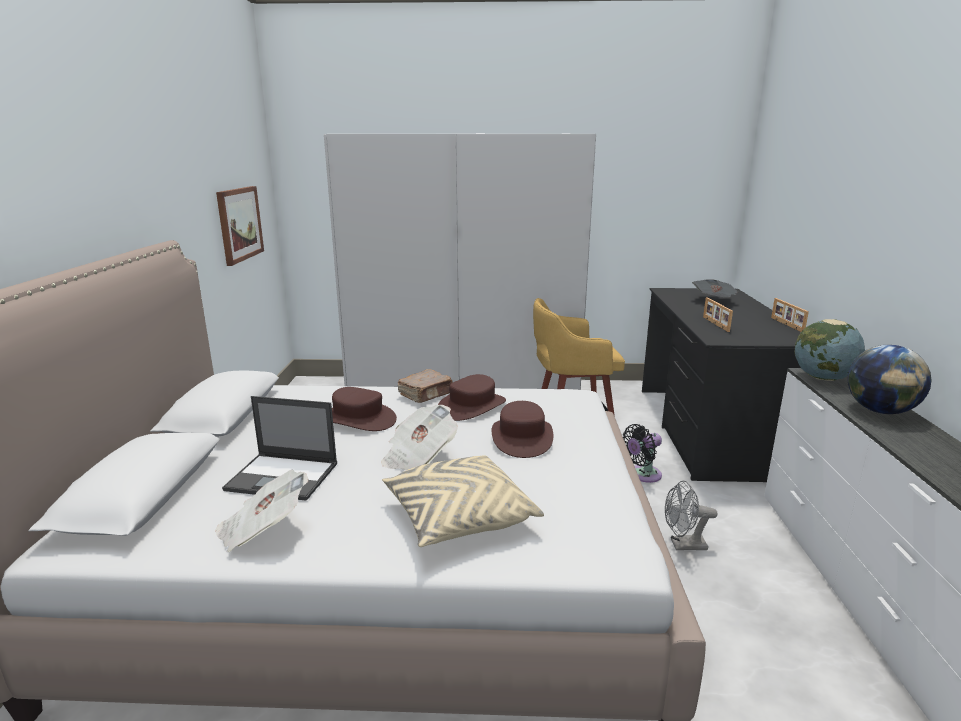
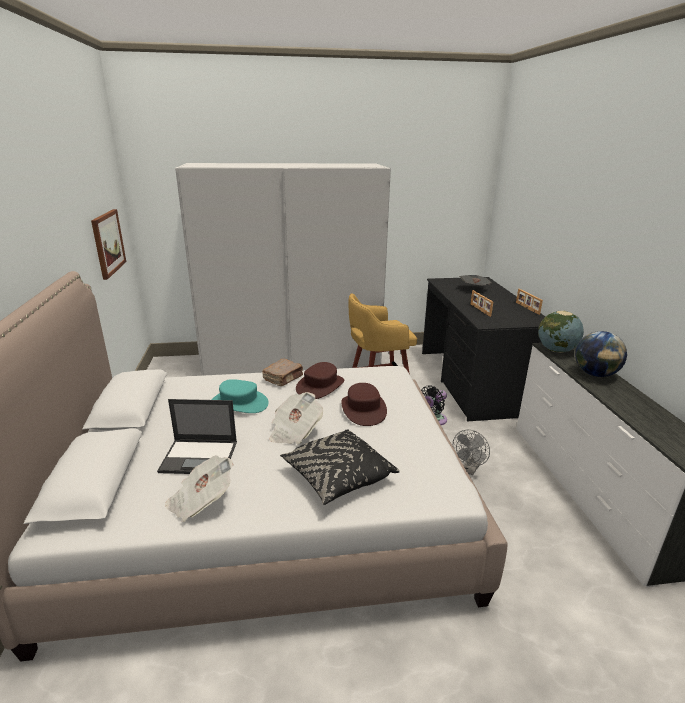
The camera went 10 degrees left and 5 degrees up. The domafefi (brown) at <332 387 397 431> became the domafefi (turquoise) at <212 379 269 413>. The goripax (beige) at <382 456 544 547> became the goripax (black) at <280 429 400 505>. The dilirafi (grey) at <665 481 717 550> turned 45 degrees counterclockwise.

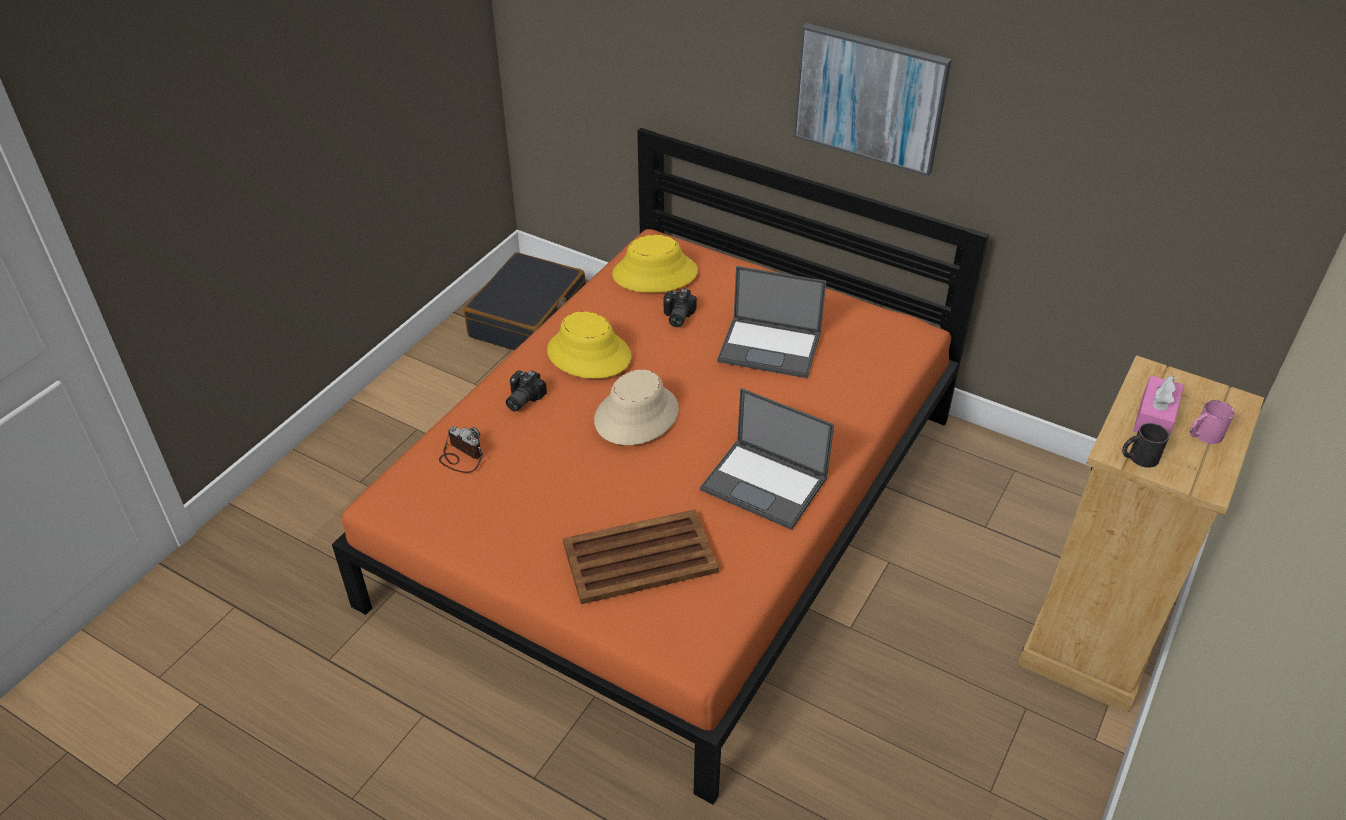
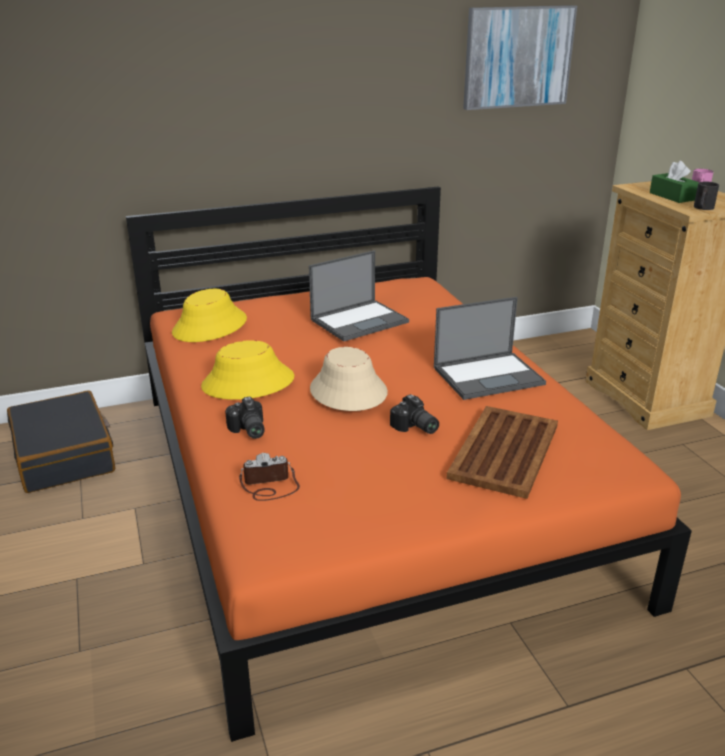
The camera went 50 degrees left and 15 degrees down. The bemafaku moved from <664 288 697 327> to <390 394 439 434>. The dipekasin moved from <793 23 952 176> to <463 5 577 110>. The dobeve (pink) at <1133 375 1184 435> became the dobeve (green) at <650 161 699 203>.

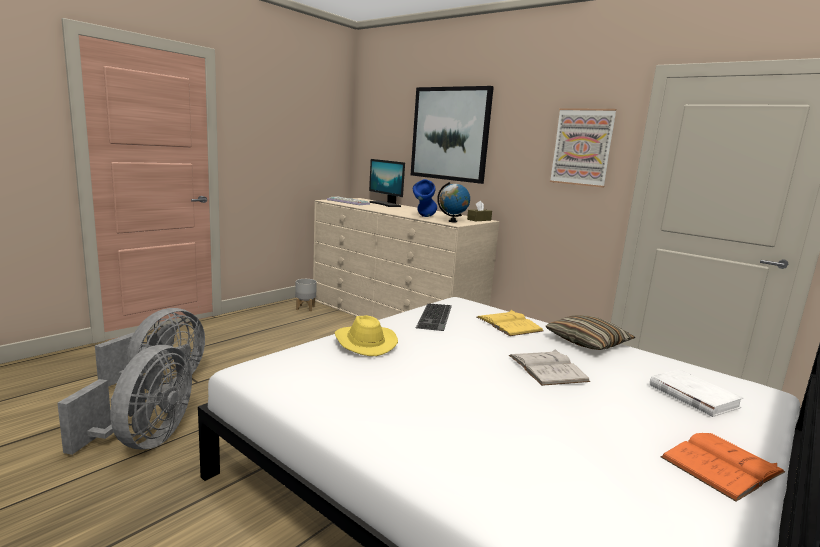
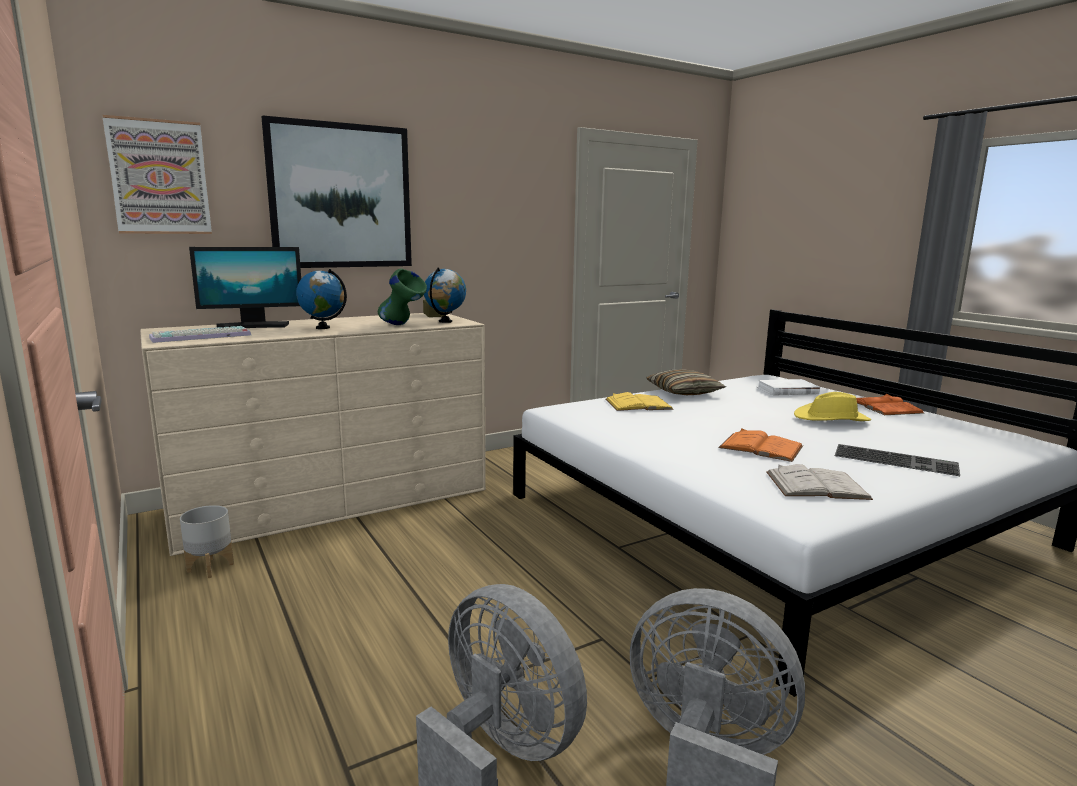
The camera went 70 degrees left and 0 degrees up. The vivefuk at <296 269 347 329> appeared. The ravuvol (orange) at <718 428 803 462> appeared. The domafefi (yellow) moved from <334 315 398 356> to <794 392 871 421>. The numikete moved from <416 304 452 331> to <835 444 960 476>. The ravuvol (white) moved from <509 349 591 386> to <766 464 873 500>. The dipekasin moved from <550 108 617 187> to <102 115 212 234>. The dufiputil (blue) at <413 179 437 217> became the dufiputil (green) at <378 268 427 325>.

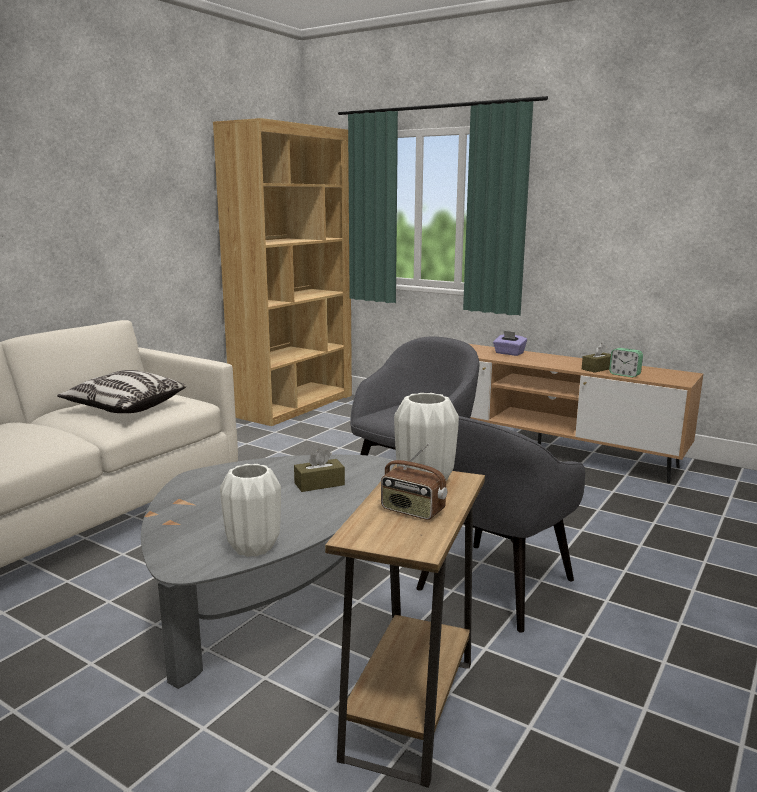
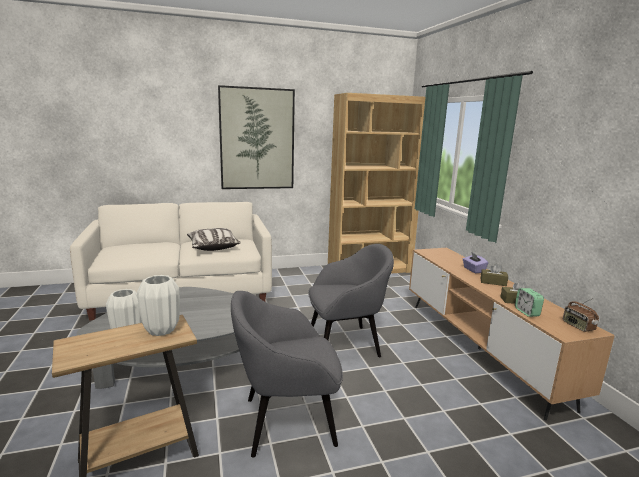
The camera went 40 degrees right and 0 degrees up. The dipekasin at <218 85 295 189> appeared. The dobeve (brown) moved from <294 448 345 492> to <480 263 508 286>. The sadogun moved from <381 444 447 520> to <563 298 599 332>.

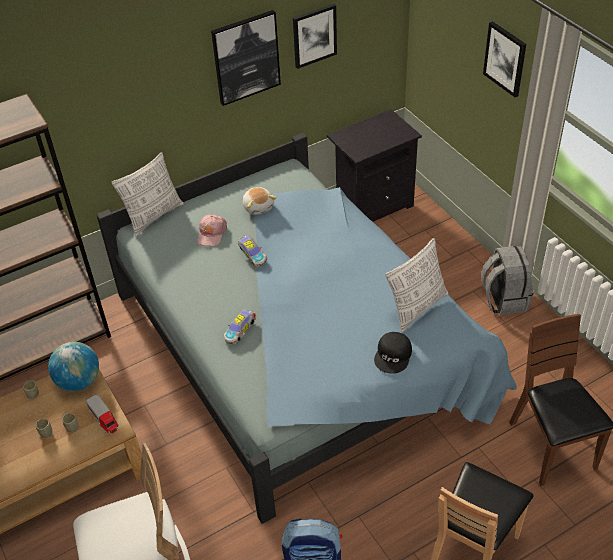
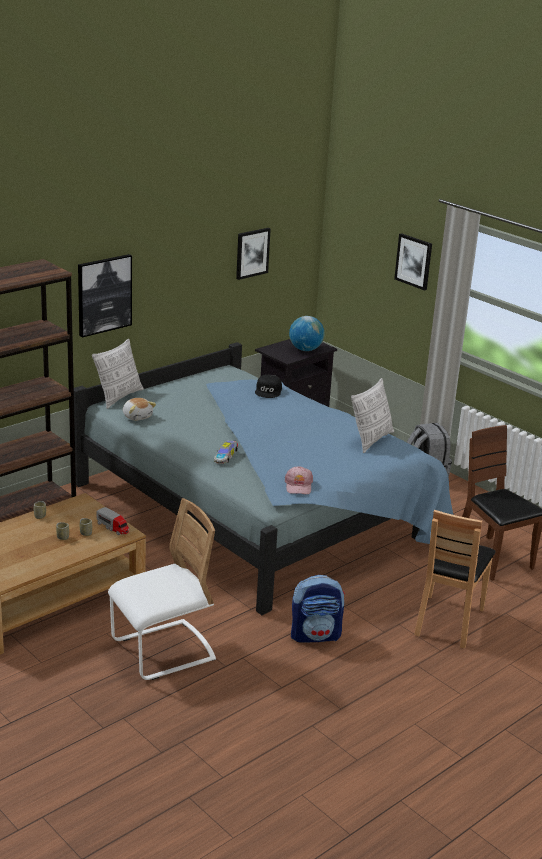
The camera went 15 degrees left and 20 degrees down. The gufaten at <238 235 267 266> disappeared. The vivefuk moved from <48 342 99 391> to <289 316 325 351>. The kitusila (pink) moved from <197 214 227 246> to <285 466 313 494>. The dipekasin moved from <211 10 281 106> to <78 254 132 338>. The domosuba moved from <243 187 276 215> to <123 398 156 421>. The kitusila (black) moved from <374 332 412 374> to <255 374 282 398>.

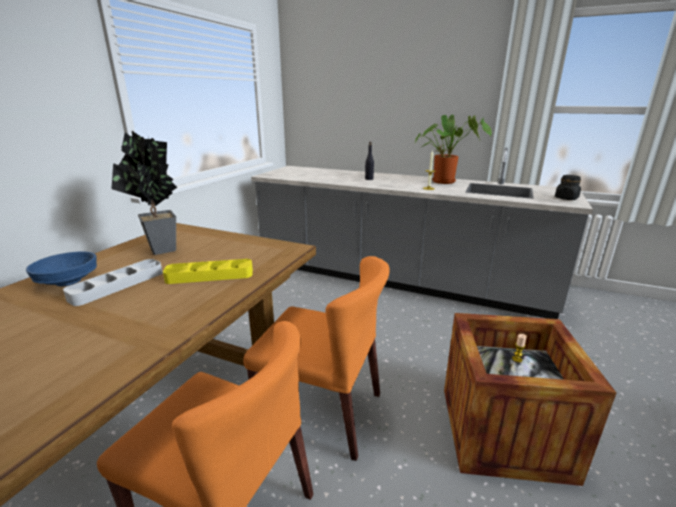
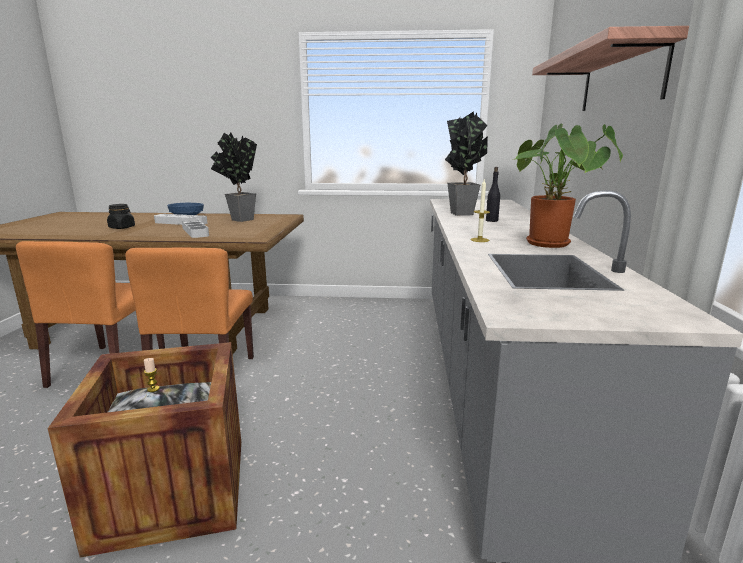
The camera went 70 degrees right and 5 degrees down. The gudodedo at <445 111 488 216> appeared. The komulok at <532 26 689 111> appeared. The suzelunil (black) moved from <555 175 581 200> to <107 204 135 229>. The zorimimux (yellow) at <163 259 253 284> became the zorimimux (grey) at <182 219 209 238>.

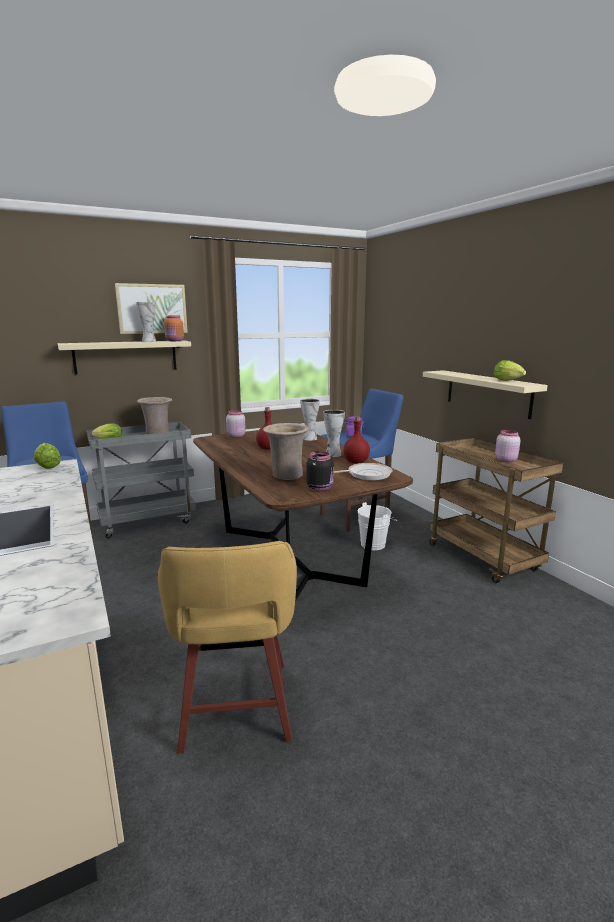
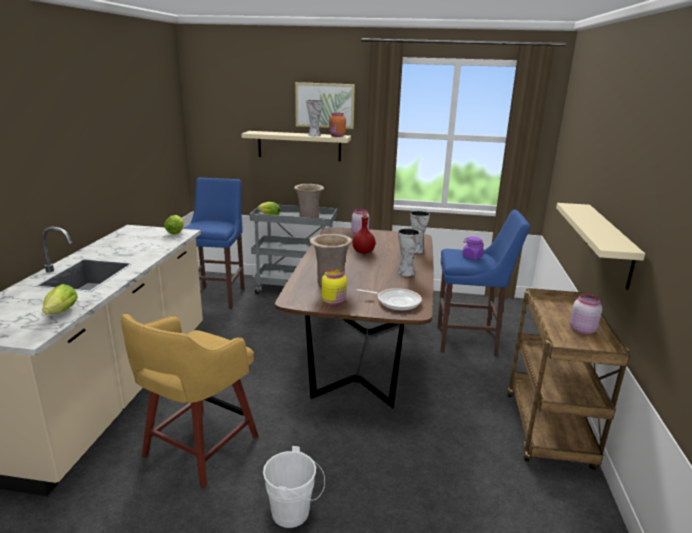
The camera went 35 degrees right and 5 degrees up. The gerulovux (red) at <343 417 370 464> disappeared. The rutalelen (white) moved from <357 502 396 550> to <263 446 325 528>. The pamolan moved from <494 360 526 381> to <42 284 78 315>. The suzelunil (black) at <306 451 334 491> became the suzelunil (yellow) at <321 268 347 306>.

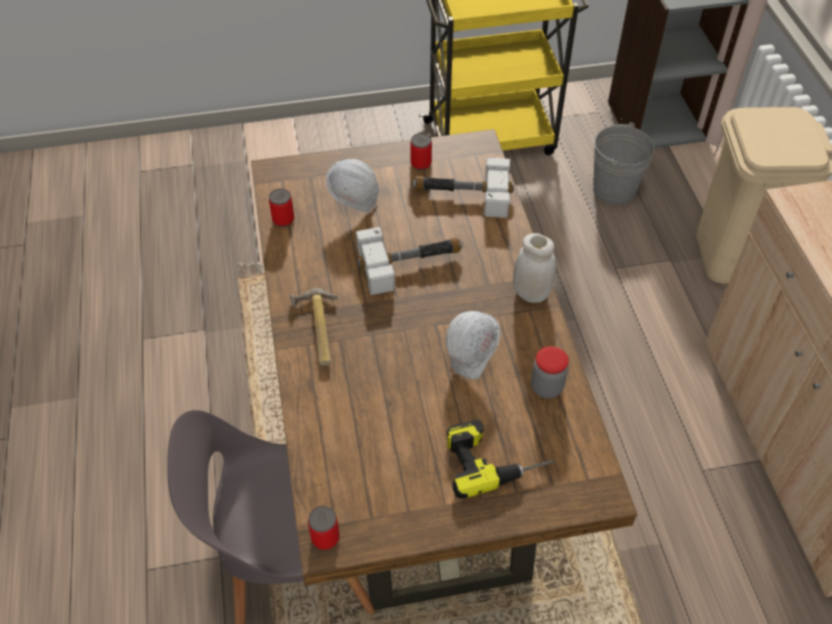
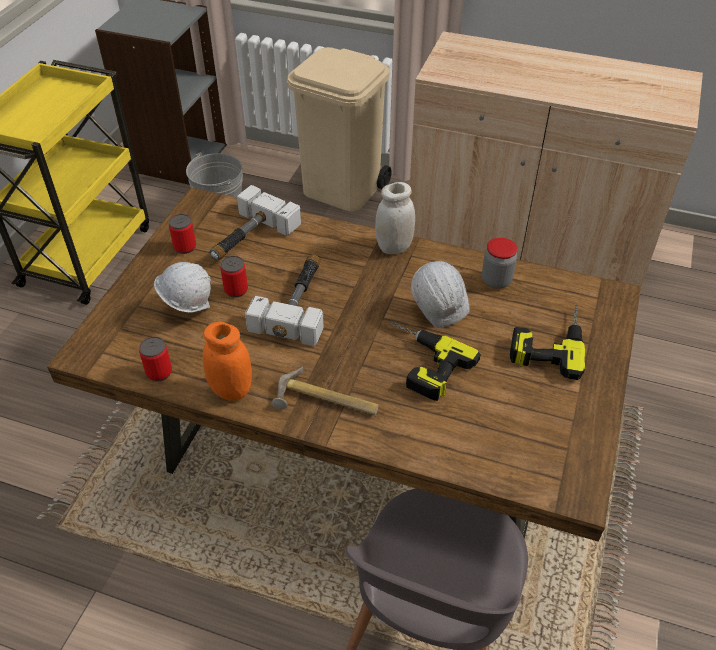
The camera went 60 degrees left and 5 degrees down. The suzelunil (orange) at <203 322 252 401> appeared. The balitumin at <390 322 481 401> appeared. The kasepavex moved from <308 506 340 550> to <220 256 248 297>.

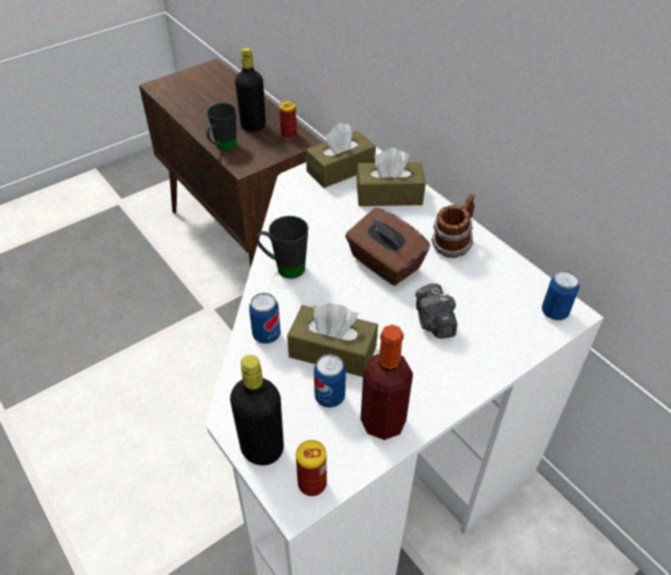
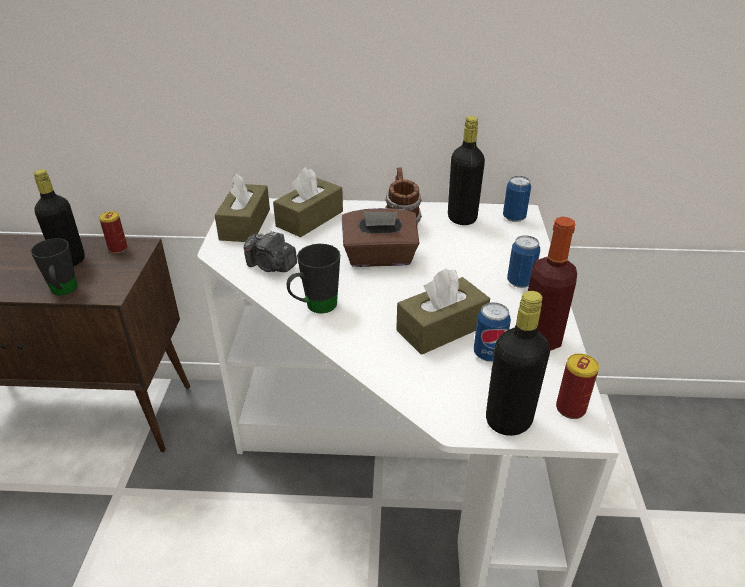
The camera went 50 degrees left and 10 degrees down. The gerulovux (black) at <448 116 485 225> appeared. The kasepavex moved from <249 293 281 344> to <507 235 540 288>. The bemafaku moved from <415 284 457 339> to <244 230 297 272>.

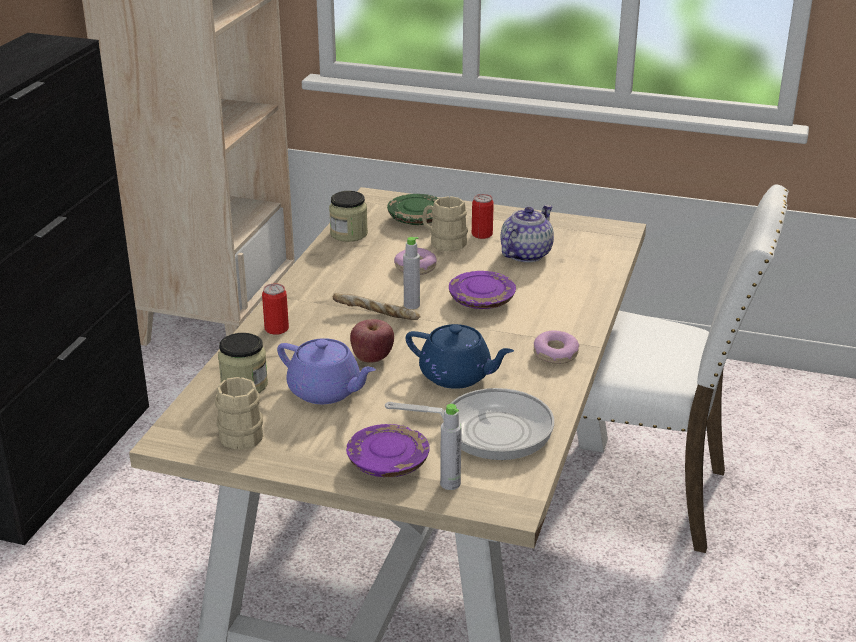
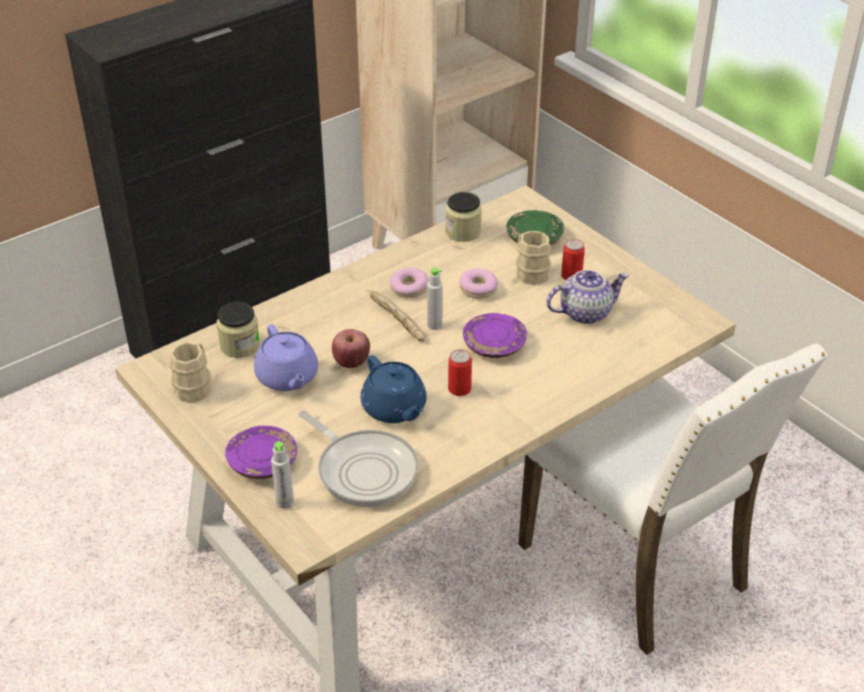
The camera went 35 degrees right and 10 degrees up. The kasepavex moved from <262 283 289 335> to <448 349 472 396>. The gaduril moved from <534 331 579 364> to <390 268 429 298>.

